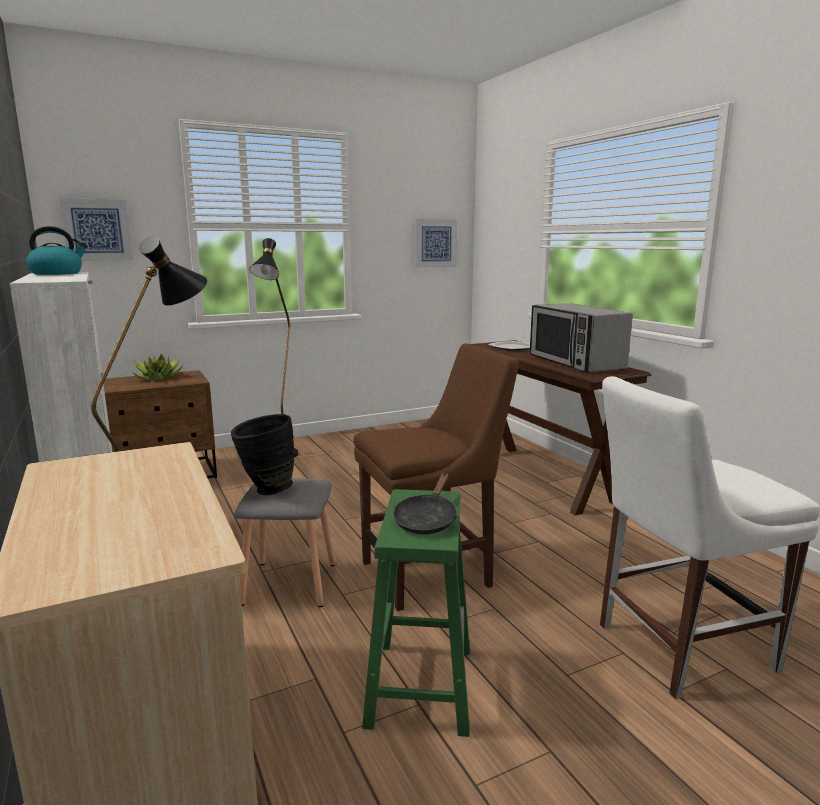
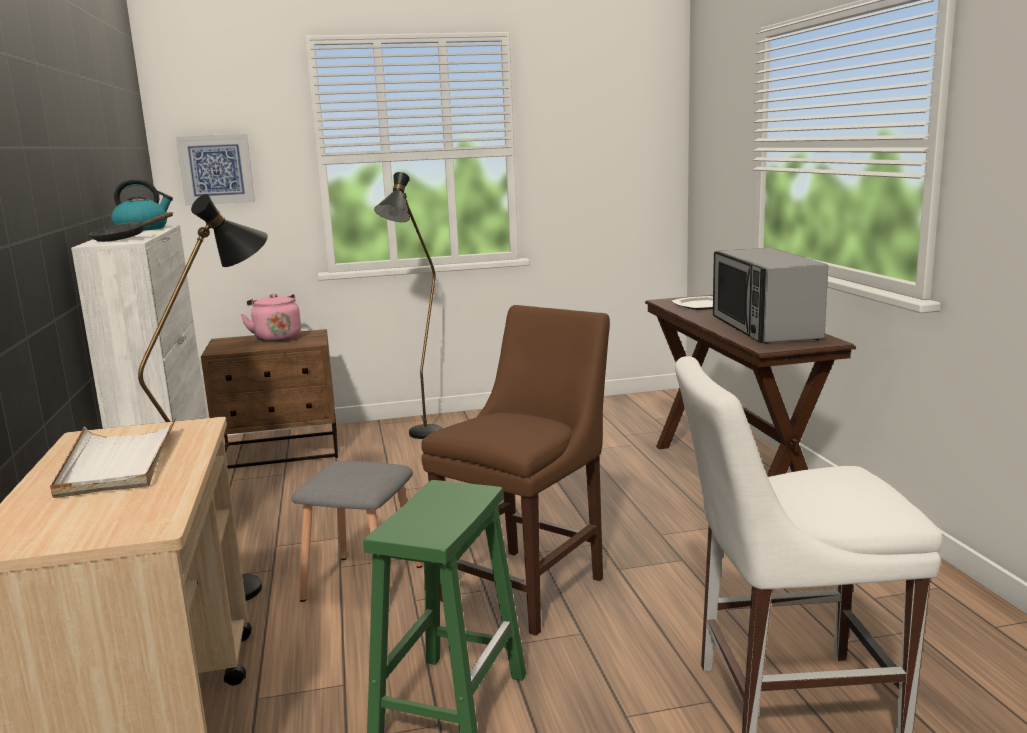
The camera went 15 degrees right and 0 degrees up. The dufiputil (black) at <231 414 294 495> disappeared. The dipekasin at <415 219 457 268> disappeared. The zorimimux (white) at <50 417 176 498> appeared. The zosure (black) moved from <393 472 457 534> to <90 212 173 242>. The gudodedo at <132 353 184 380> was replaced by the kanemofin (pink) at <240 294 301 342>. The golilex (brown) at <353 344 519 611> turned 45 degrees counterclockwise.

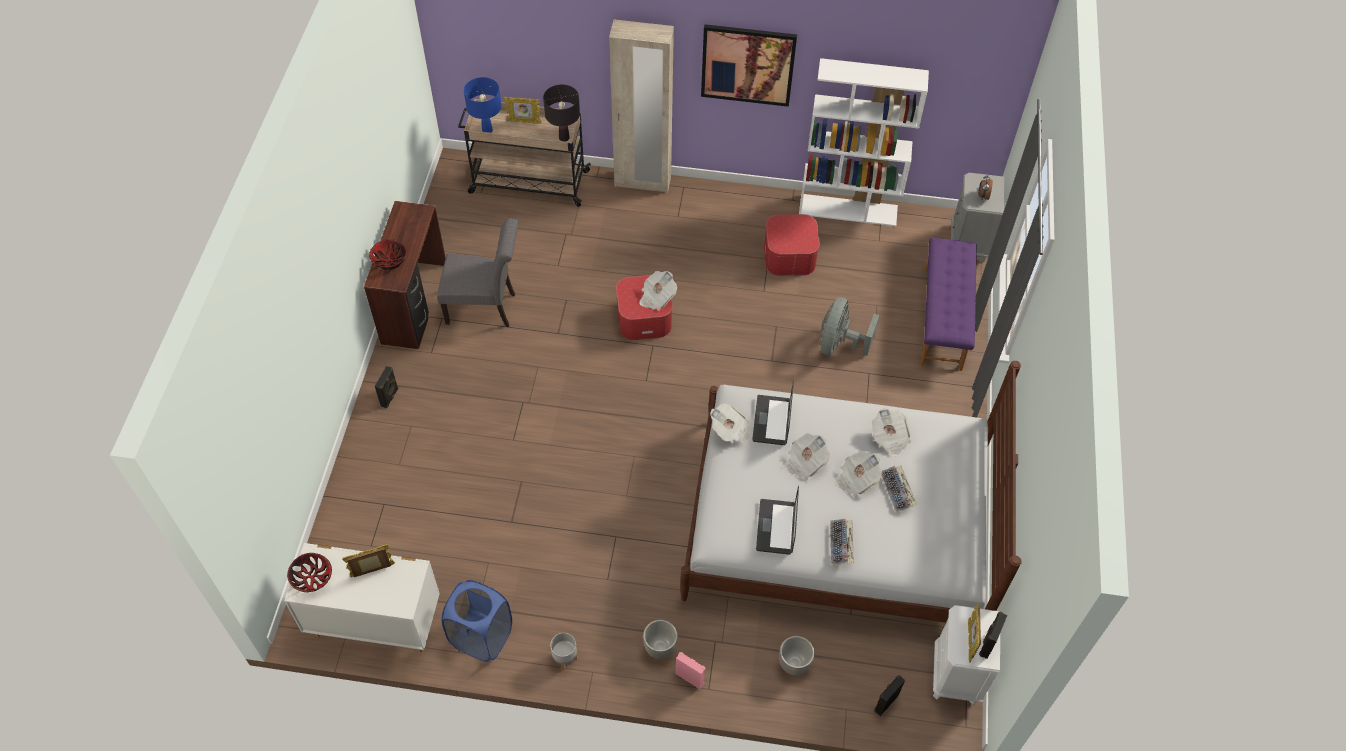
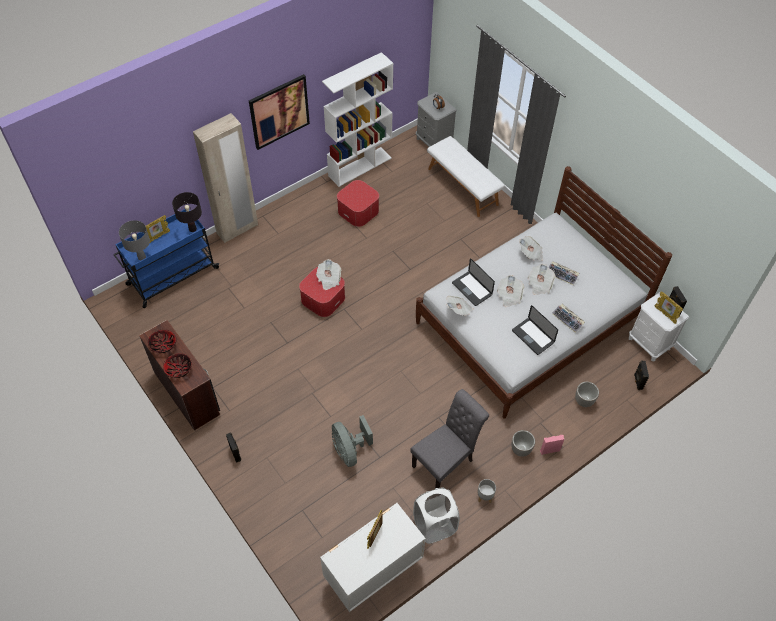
The camera went 45 degrees left and 0 degrees up. The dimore moved from <287 553 332 592> to <148 329 176 353>. The golilex (grey) moved from <437 218 519 327> to <410 389 489 488>. The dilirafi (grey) moved from <820 297 880 355> to <332 415 373 467>. The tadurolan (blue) at <442 580 512 662> became the tadurolan (white) at <413 488 460 544>. The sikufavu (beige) at <458 99 591 207> became the sikufavu (blue) at <113 209 219 308>. The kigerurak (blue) at <464 77 501 133> became the kigerurak (grey) at <119 220 150 261>. The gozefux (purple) at <920 238 977 371> became the gozefux (white) at <427 136 505 217>.

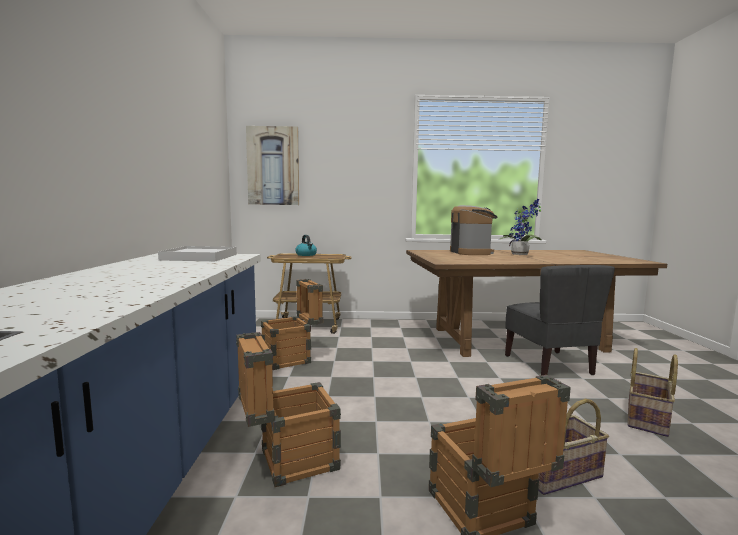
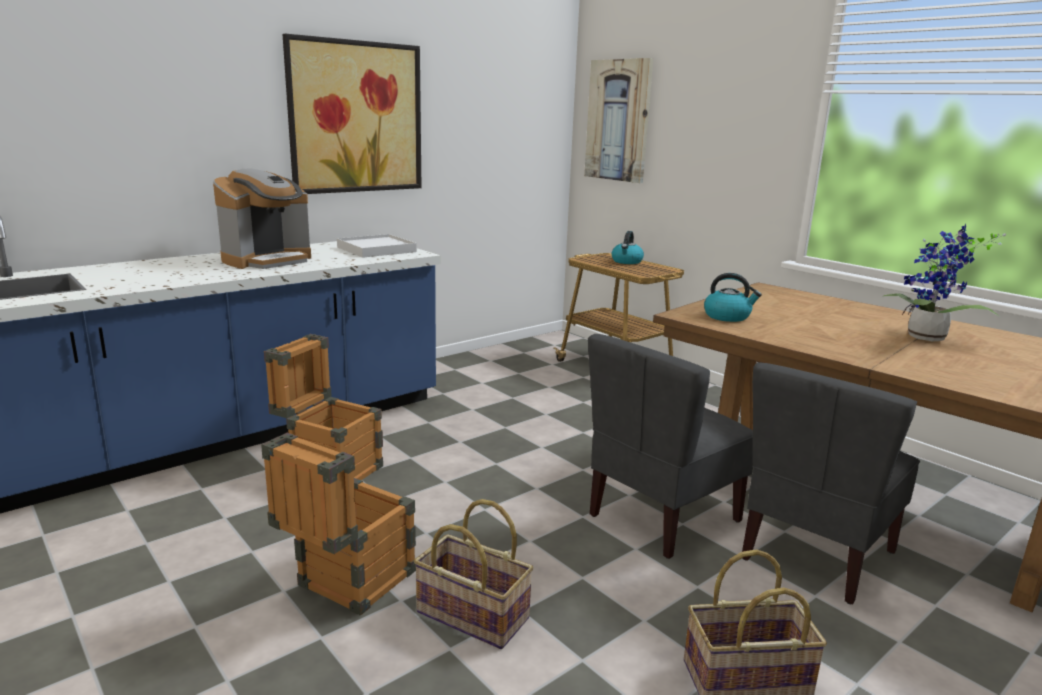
The camera went 50 degrees right and 10 degrees up. The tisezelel at <261 279 323 370> disappeared. The dipekasin at <282 34 422 194> appeared. The golilex (grey) at <588 334 753 559> appeared. The kanemofin at <704 273 762 322> appeared. The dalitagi moved from <450 205 498 255> to <213 169 311 269>.

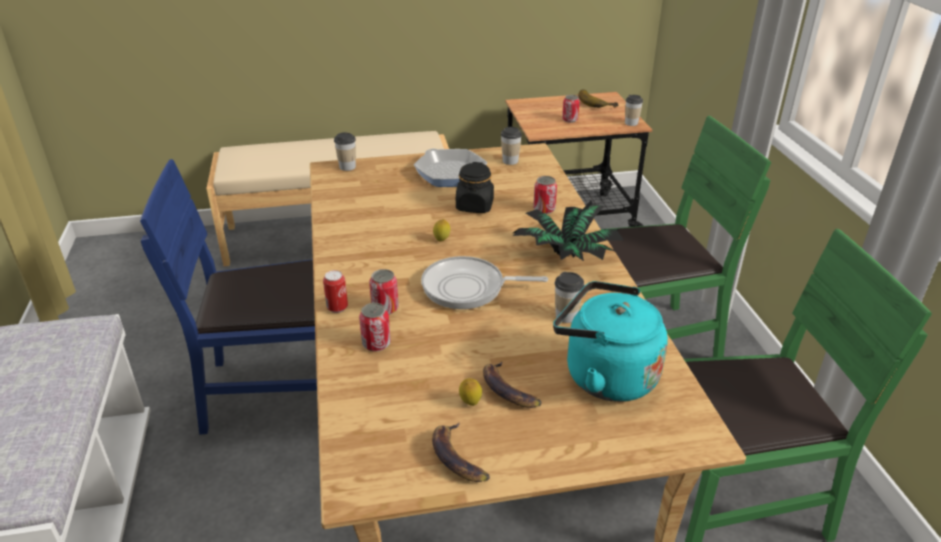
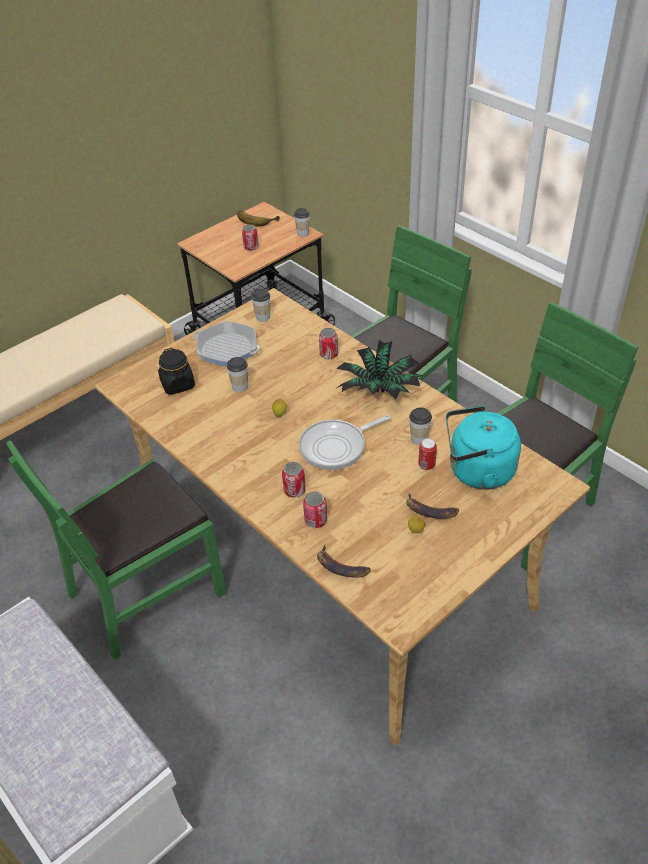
The camera went 30 degrees left and 10 degrees up. The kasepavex moved from <323 270 348 313> to <418 438 437 470>. The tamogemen moved from <334 132 356 171> to <227 357 248 392>. The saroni moved from <432 423 490 482> to <317 545 371 577>. The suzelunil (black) moved from <456 162 494 213> to <158 348 195 395>. The golilex (blue) at <140 159 317 435> became the golilex (green) at <6 440 227 660>.

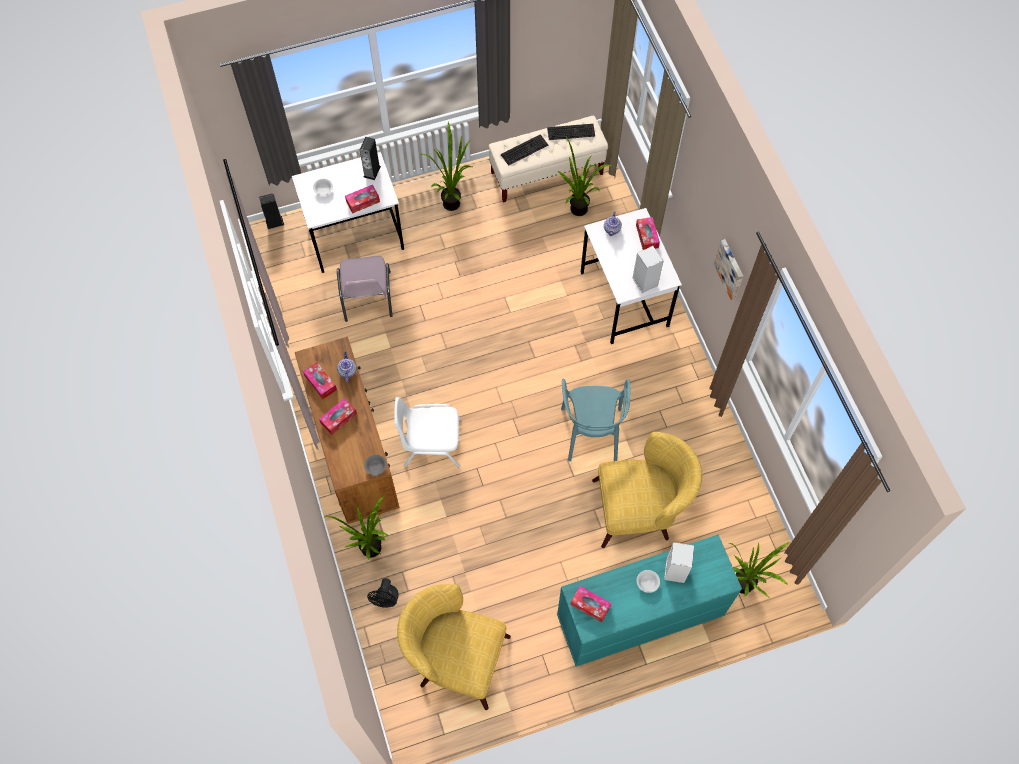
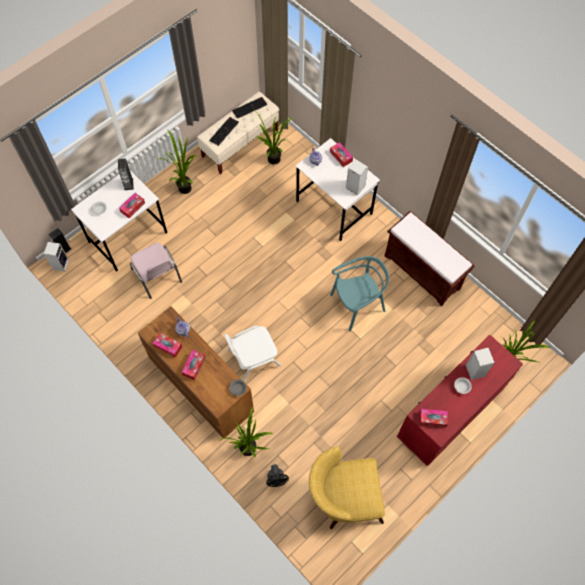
The camera went 25 degrees left and 0 degrees up. The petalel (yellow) at <592 432 702 548> disappeared. The dipekasin at <714 239 743 300> disappeared. The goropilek at <43 242 69 272> appeared. The gozefux (brown) at <384 211 475 306> appeared. The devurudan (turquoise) at <557 534 742 667> became the devurudan (red) at <397 335 523 466>. The golilex (turquoise) at <561 379 631 461> turned 90 degrees counterclockwise.

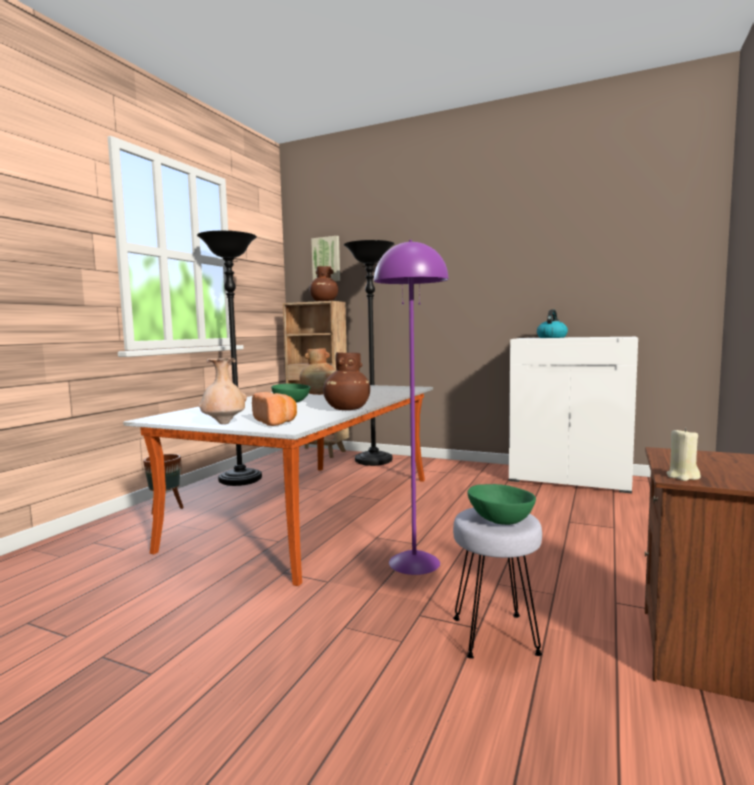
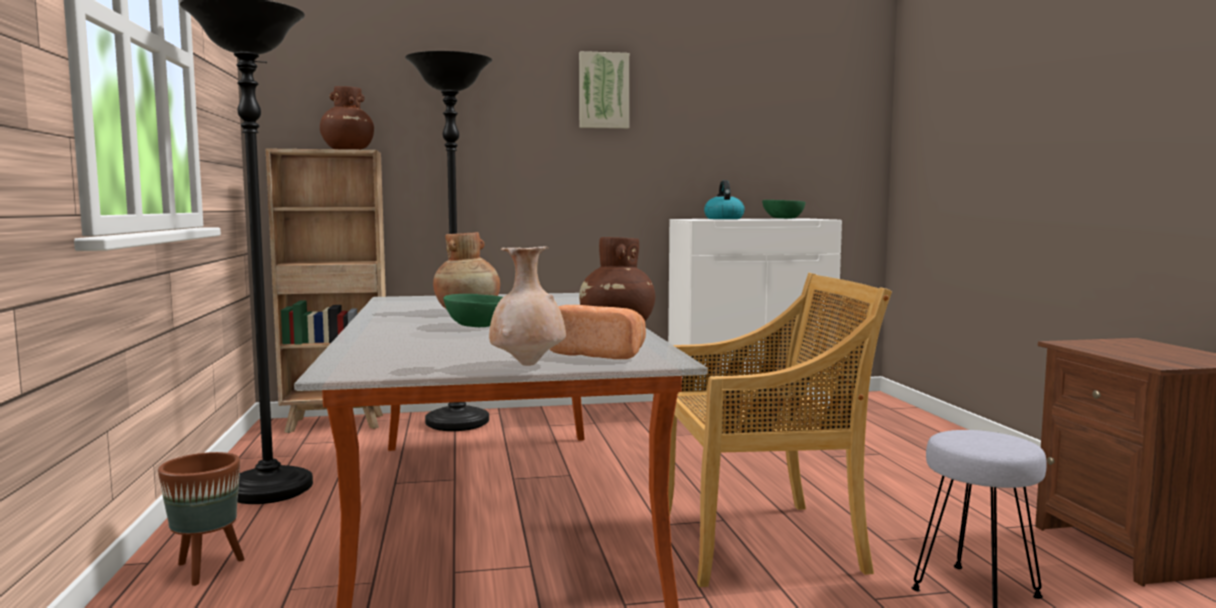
The camera went 35 degrees left and 0 degrees up. The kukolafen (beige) at <667 428 701 481> disappeared. The dipekasin moved from <311 236 340 281> to <579 51 629 129>. The dimore (green) moved from <467 484 536 525> to <762 200 805 219>. The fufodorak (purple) at <374 240 449 575> was replaced by the golilex (beige) at <668 273 892 587>.

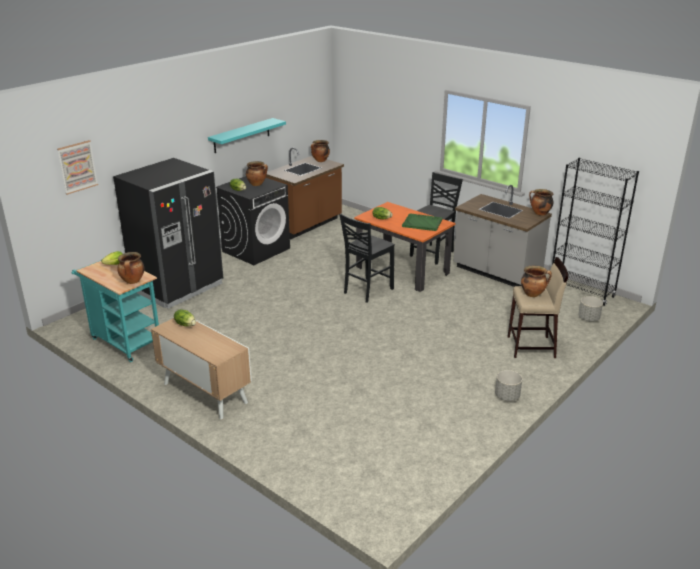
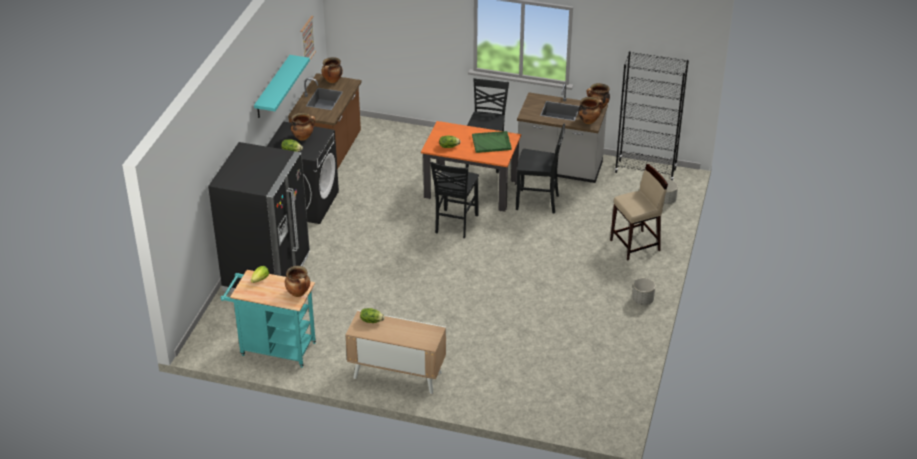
The camera went 25 degrees left and 10 degrees up. The golilex (black) at <516 124 565 214> appeared. The dipekasin moved from <57 140 98 195> to <300 16 316 60>. The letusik moved from <521 266 552 297> to <578 97 603 124>.

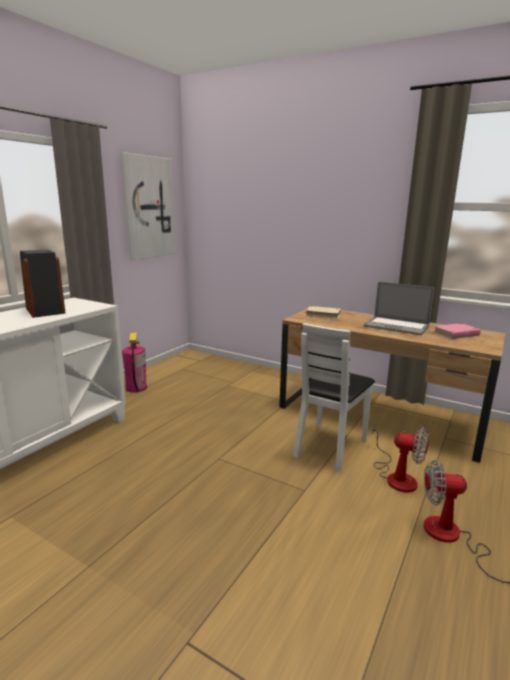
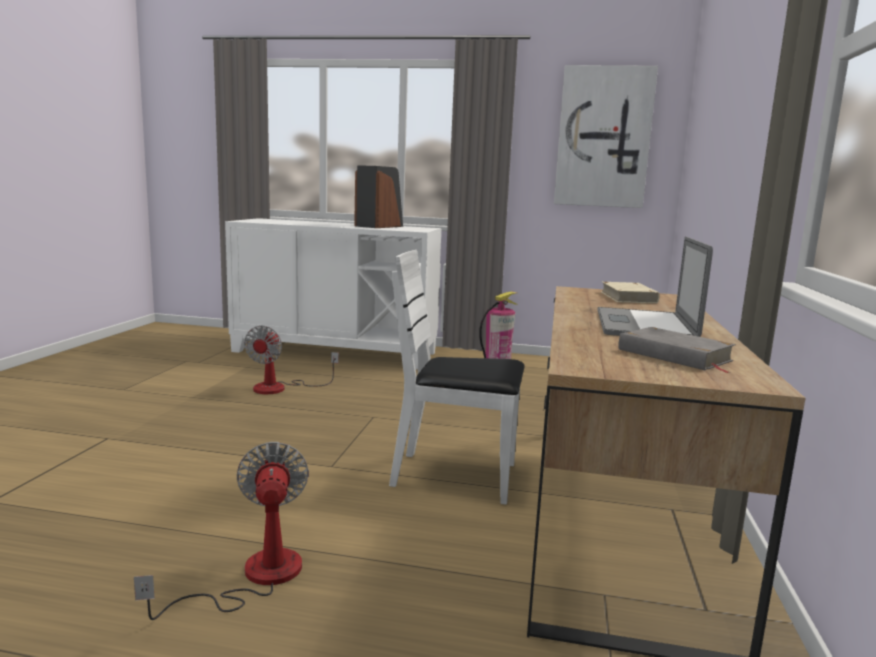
The camera went 70 degrees right and 5 degrees down. The dilirafi moved from <372 423 429 492> to <244 326 339 394>. The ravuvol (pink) at <433 323 481 339> became the ravuvol (grey) at <618 327 736 373>.

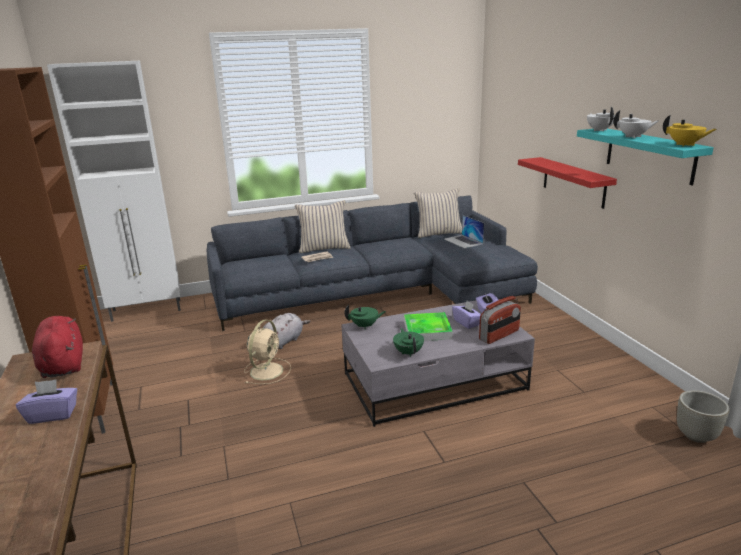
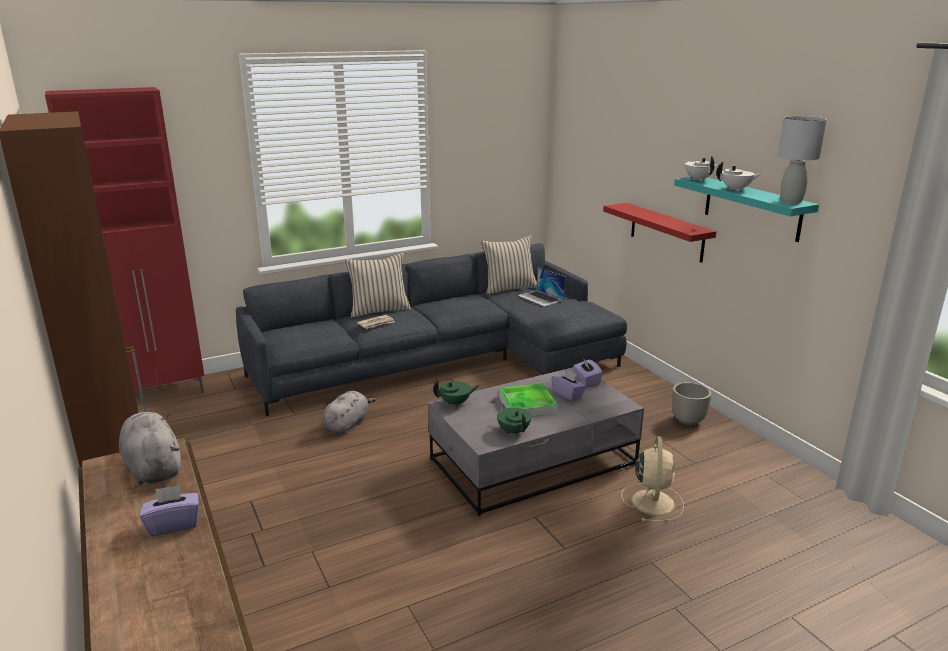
The camera went 10 degrees left and 0 degrees up. The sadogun at <479 296 521 344> disappeared. The dilirafi (beige) moved from <244 319 291 384> to <621 436 684 521>. The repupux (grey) moved from <677 390 730 443> to <672 382 711 425>. The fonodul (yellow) at <663 115 717 146> was replaced by the kigerurak (grey) at <778 116 827 204>. The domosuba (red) at <32 316 83 378> became the domosuba (grey) at <119 412 181 485>. The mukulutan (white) at <47 61 181 322> became the mukulutan (red) at <45 87 204 394>.

